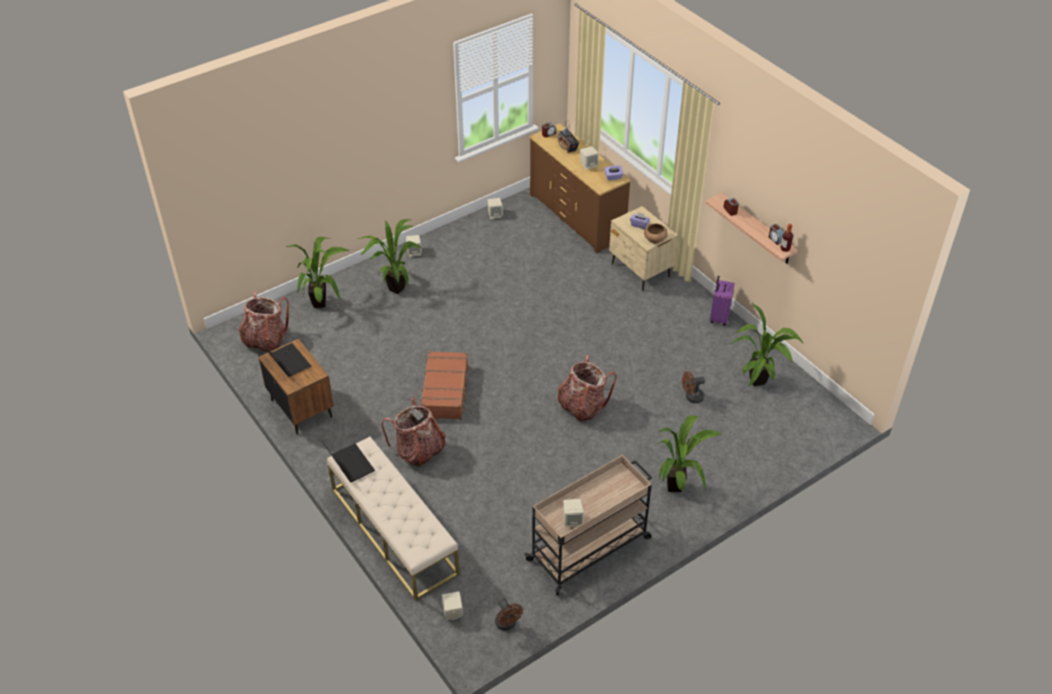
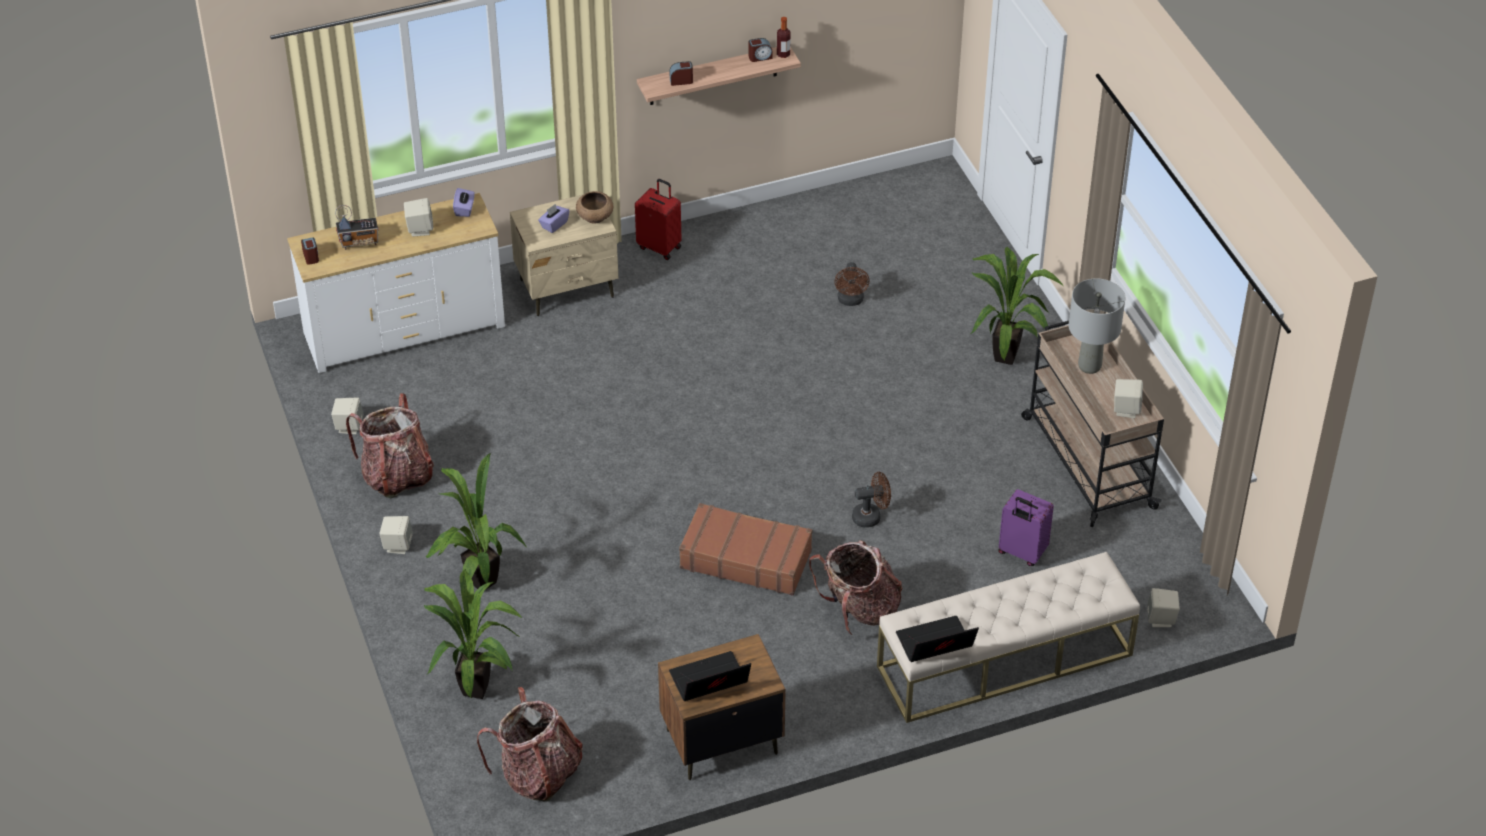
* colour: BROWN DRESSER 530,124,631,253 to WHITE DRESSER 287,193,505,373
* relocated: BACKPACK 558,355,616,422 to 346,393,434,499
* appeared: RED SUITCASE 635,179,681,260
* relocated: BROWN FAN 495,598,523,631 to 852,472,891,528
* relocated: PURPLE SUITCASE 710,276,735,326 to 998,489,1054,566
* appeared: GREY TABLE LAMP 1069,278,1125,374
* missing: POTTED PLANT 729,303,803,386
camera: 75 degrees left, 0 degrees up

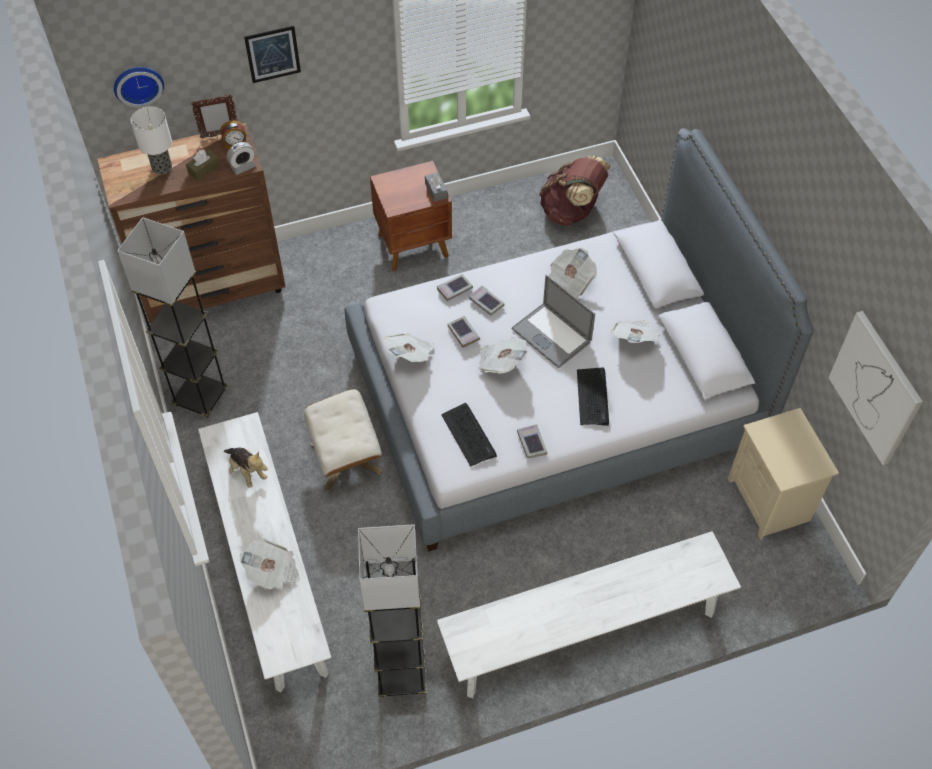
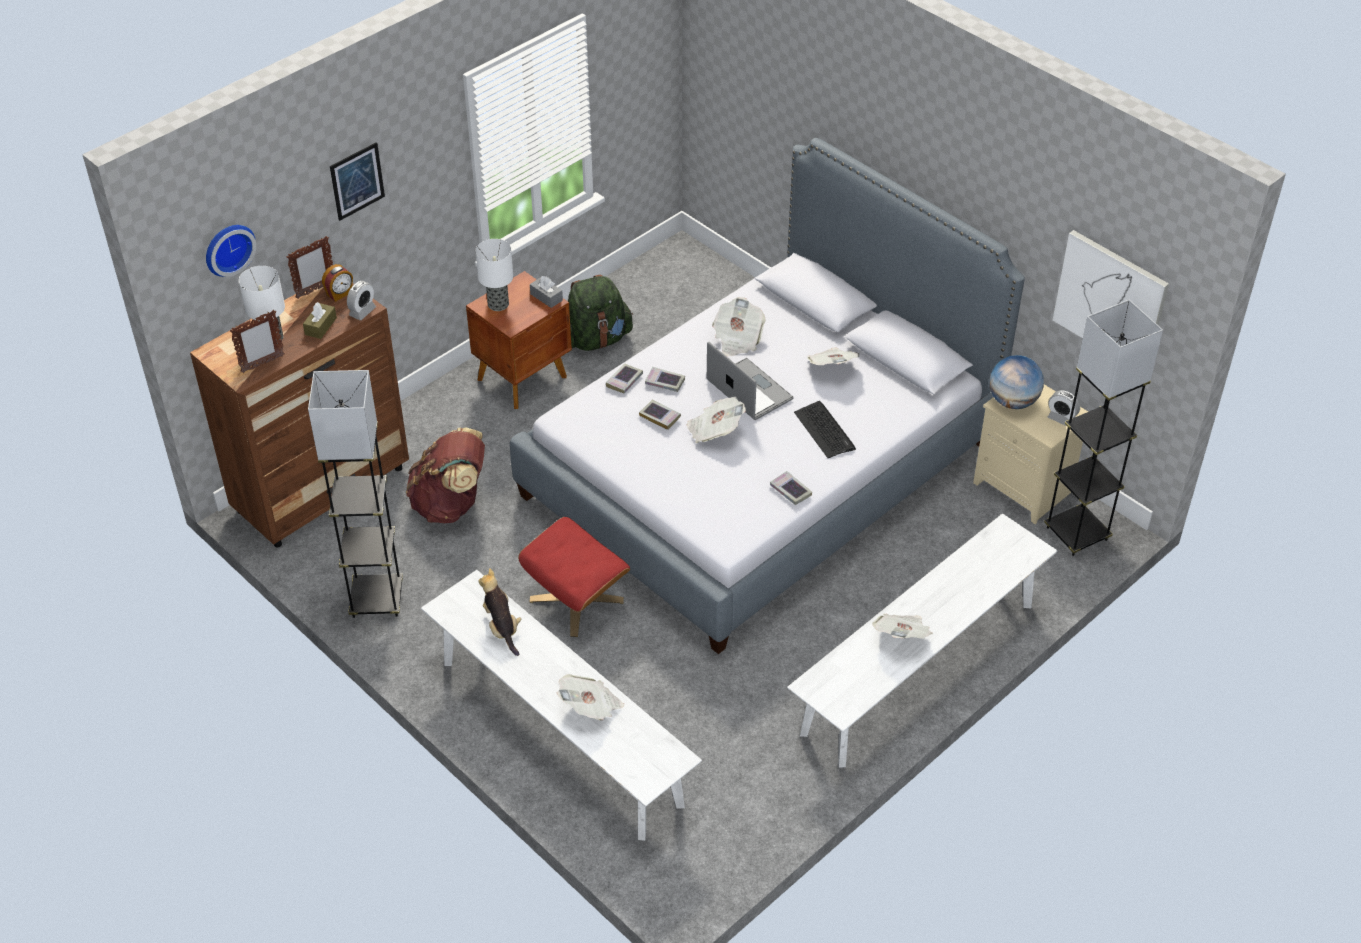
* appeared: PICTURE FRAME 230,310,285,373
* relocated: BROWN BACKPACK 539,156,610,226 to 406,427,485,523
* appeared: TABLE LAMP 475,239,513,311
* spun: PLUSH TOY 224,448,268,488 = 478,568,521,656 135 degrees counterclockwise
* colour: BEIGE OTTOMAN 304,389,383,491 to RED OTTOMAN 518,517,630,637
* appeared: GREEN BACKPACK 568,275,633,351
* spun: LAPTOP 512,275,595,368 = 707,341,794,420 150 degrees counterclockwise
* relocated: NEWSPAPER 383,333,435,362 to 872,614,933,639
* appeared: GLOBE 990,355,1044,409
* relocated: GREY FLOOR LAMP 358,524,427,697 to 1044,299,1163,556
* appeared: ALARM CLOCK 1048,390,1080,426
* missing: KEYBOARD 441,403,497,466
camera: 25 degrees left, 10 degrees down

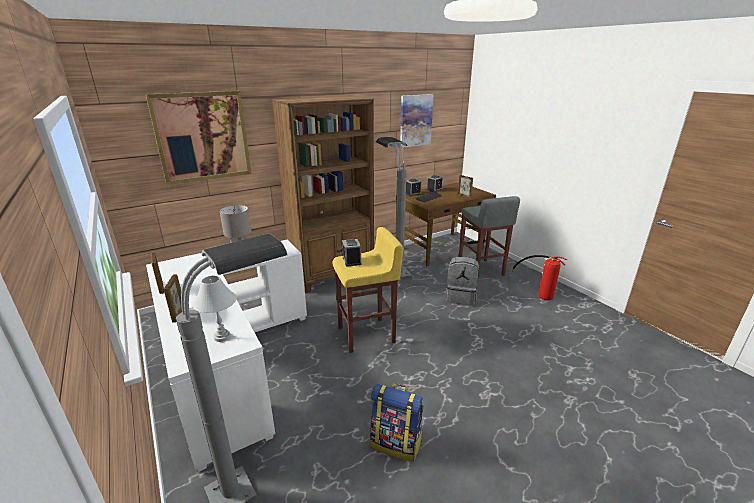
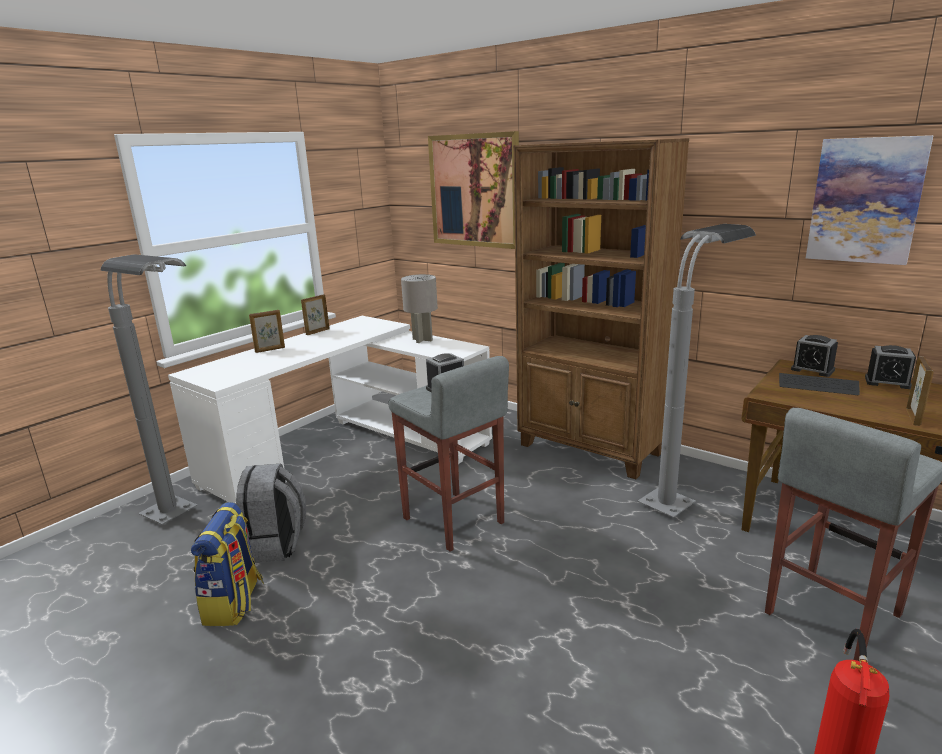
* relocated: GREY BACKPACK 446,257,479,306 to 236,464,306,563
* colour: YELLOW STOOL 333,227,404,353 to GREY STOOL 388,356,509,552
* missing: WHITE TABLE LAMP 193,276,237,342
camera: 70 degrees right, 5 degrees down

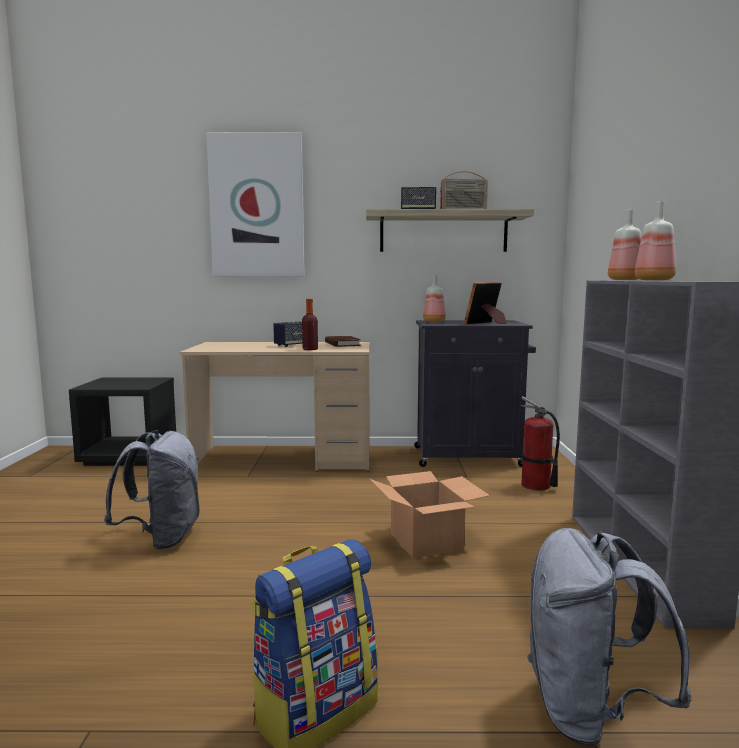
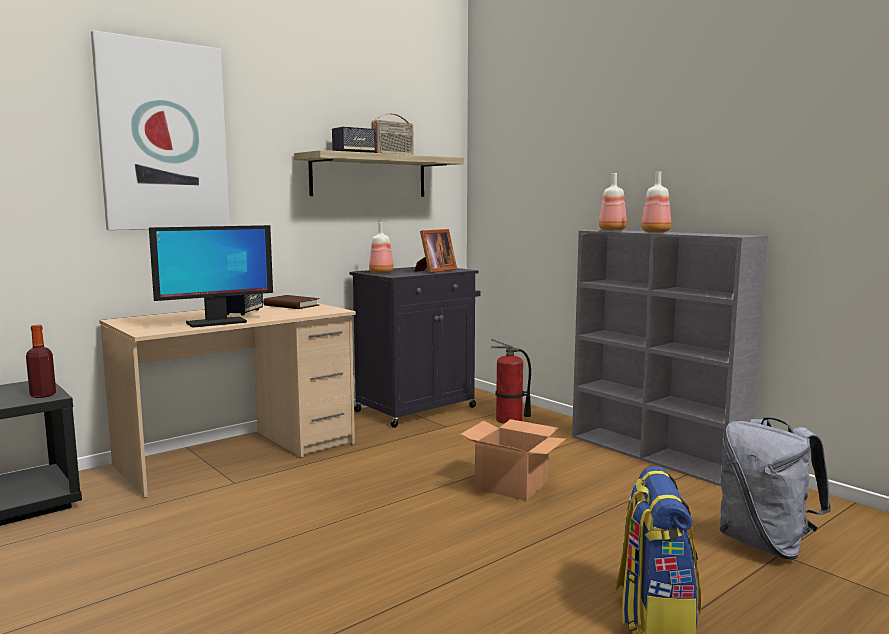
* relocated: BOTTLE 302,299,318,350 to 26,325,56,398
* appeared: MONITOR 149,225,273,328
* spun: PICTURE FRAME 464,282,507,324 = 415,229,457,273 150 degrees counterclockwise
* missing: GREY BACKPACK 104,430,200,550
camera: 40 degrees left, 0 degrees up

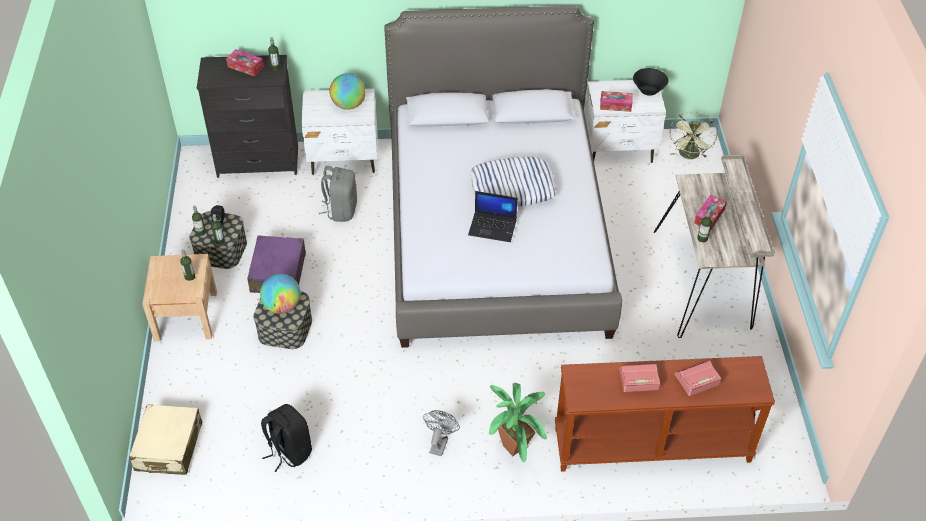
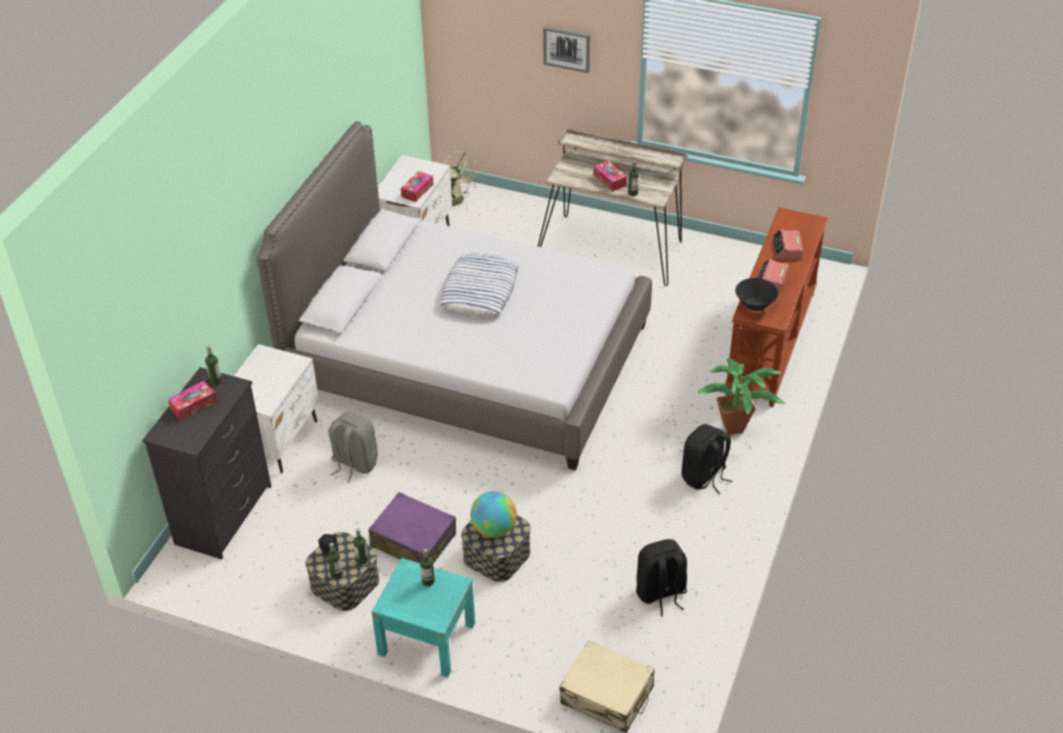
* colour: BEIGE NIGHTSTAND 142,254,217,341 to TURQUOISE NIGHTSTAND 371,558,475,677
* appeared: PICTURE 543,26,590,73
* exchanged: GREY FAN 423,410,460,456 to BLACK BACKPACK 682,424,732,494
* relocated: BLACK BOWL 633,68,668,96 to 735,278,778,311
* missing: GLOBE 330,73,366,110
* missing: LAPTOP 468,191,518,242
camera: 65 degrees left, 5 degrees down

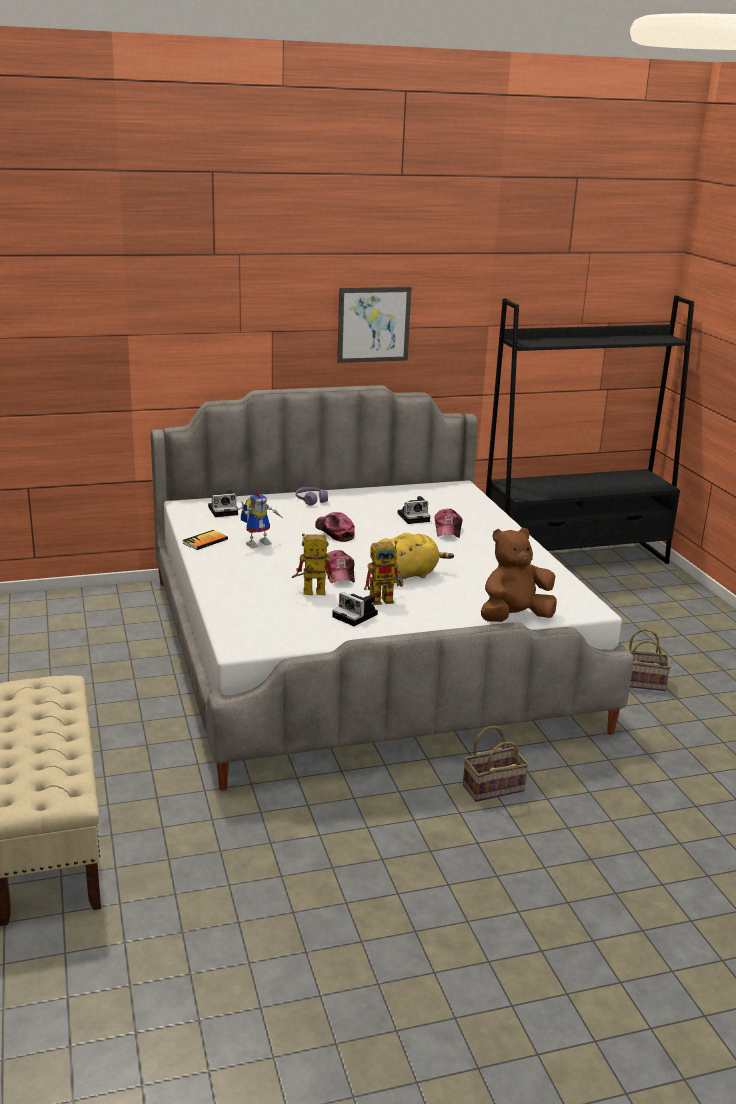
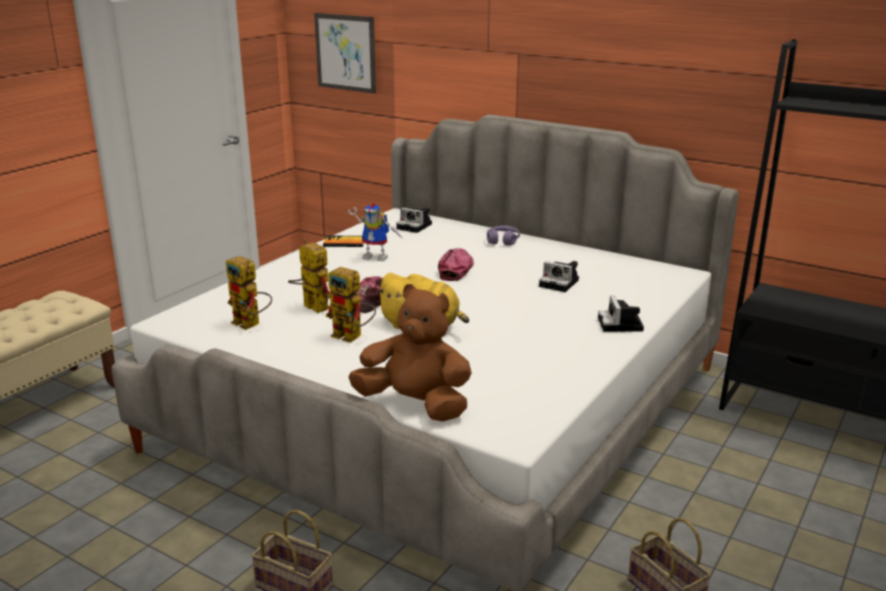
* appeared: TOY ROBOT 226,256,272,330
* relocated: PICTURE 337,287,412,363 to 314,13,376,94
* relocated: PHOTO CAMERA 332,592,378,626 to 598,296,644,332
* missing: CAP 435,509,463,538
camera: 50 degrees right, 0 degrees up

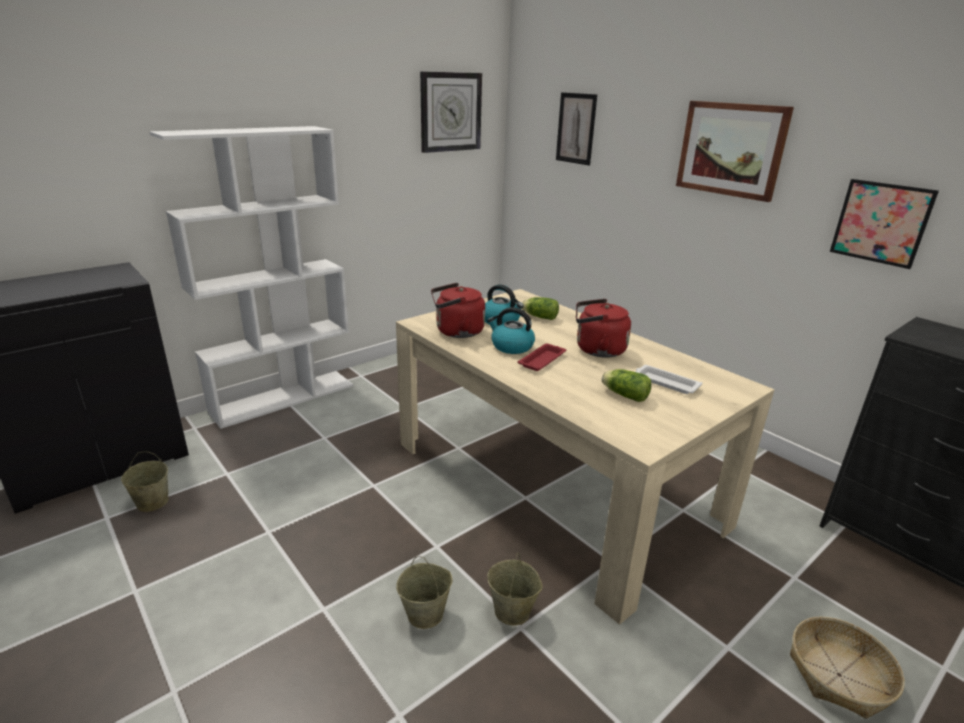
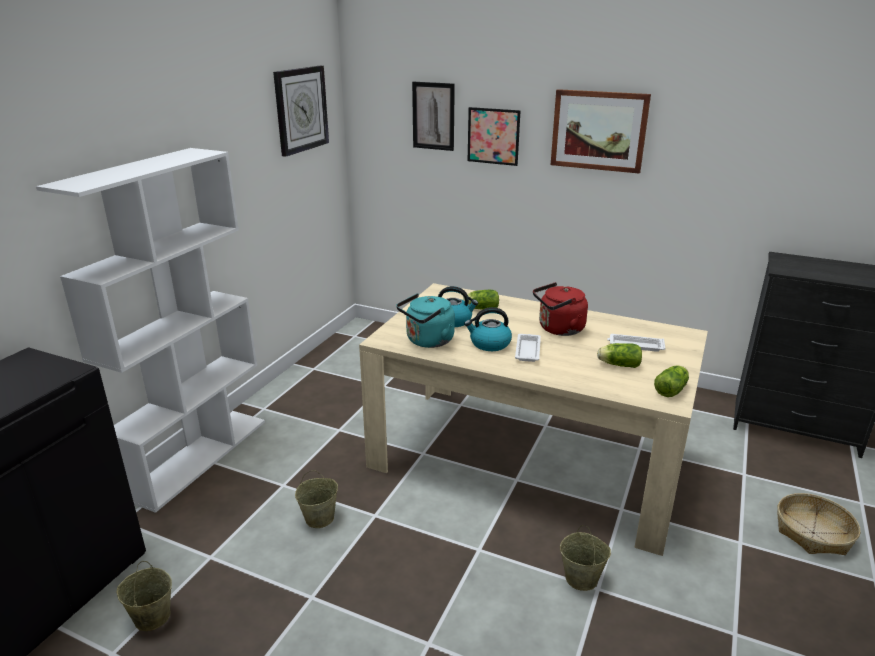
* relocated: BEIGE BUCKET 396,556,453,629 to 295,470,338,528
* colour: RED KETTLE 431,283,485,338 to TURQUOISE KETTLE 396,293,455,348
* relocated: PICTURE 830,179,939,269 to 468,107,521,166
* colour: RED TRAY 517,343,566,371 to WHITE TRAY 515,334,541,362
* appeared: LETTUCE 654,365,689,397
camera: 25 degrees left, 0 degrees up

